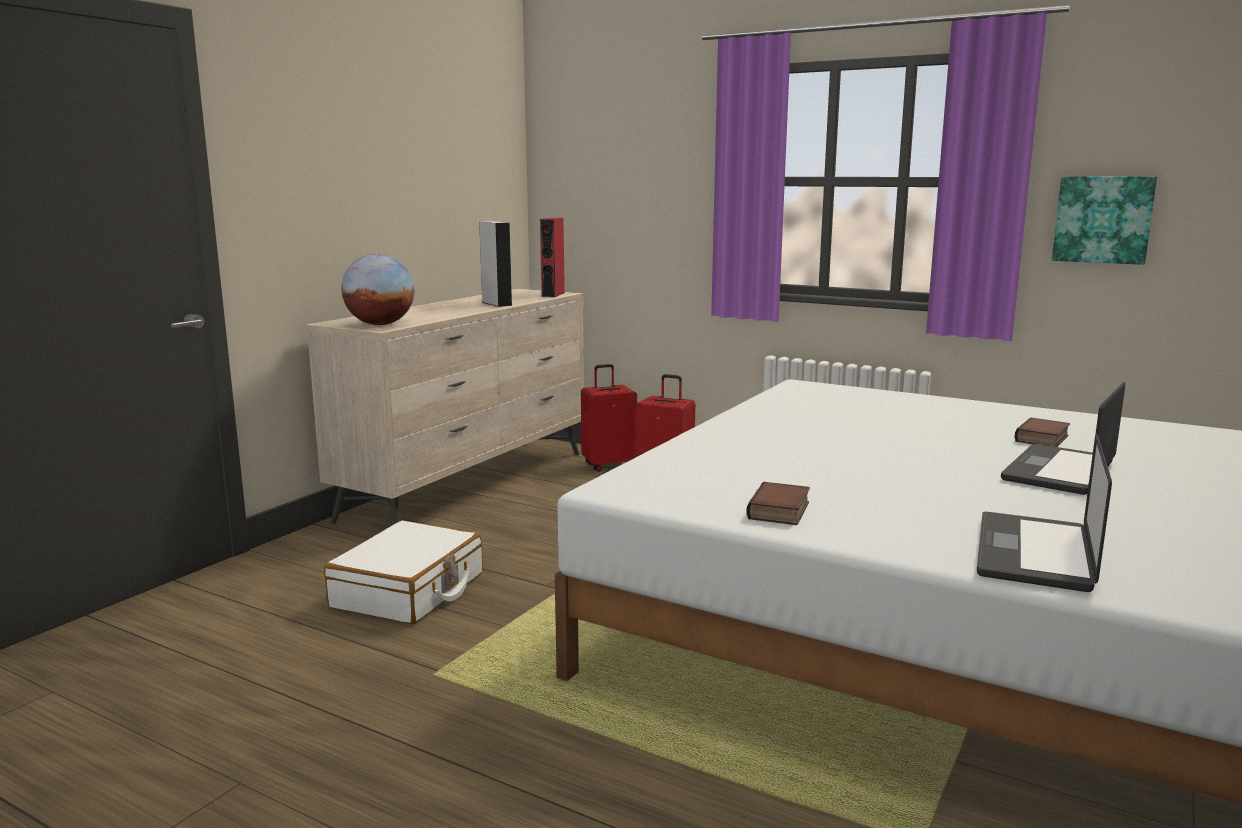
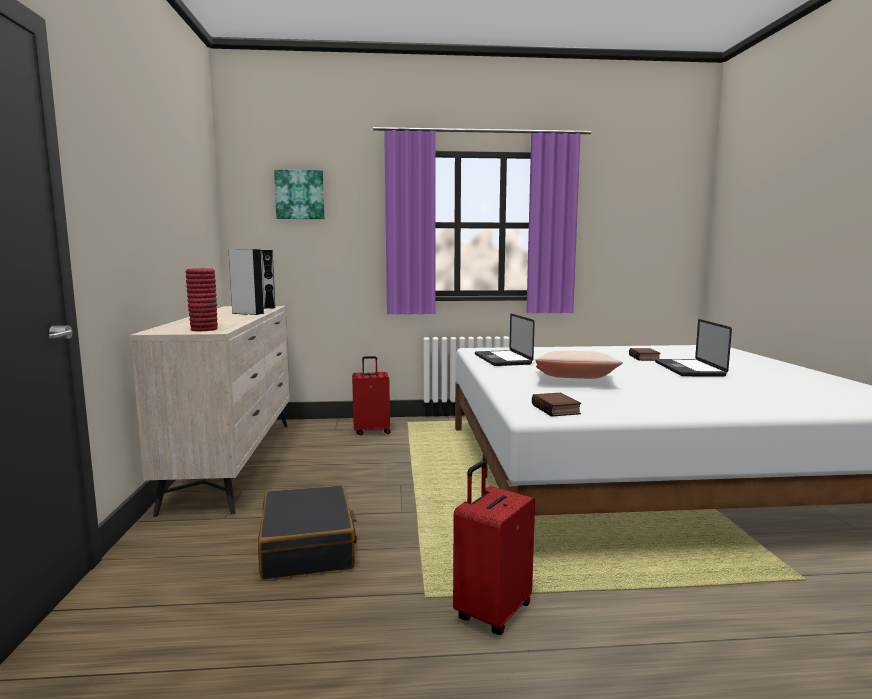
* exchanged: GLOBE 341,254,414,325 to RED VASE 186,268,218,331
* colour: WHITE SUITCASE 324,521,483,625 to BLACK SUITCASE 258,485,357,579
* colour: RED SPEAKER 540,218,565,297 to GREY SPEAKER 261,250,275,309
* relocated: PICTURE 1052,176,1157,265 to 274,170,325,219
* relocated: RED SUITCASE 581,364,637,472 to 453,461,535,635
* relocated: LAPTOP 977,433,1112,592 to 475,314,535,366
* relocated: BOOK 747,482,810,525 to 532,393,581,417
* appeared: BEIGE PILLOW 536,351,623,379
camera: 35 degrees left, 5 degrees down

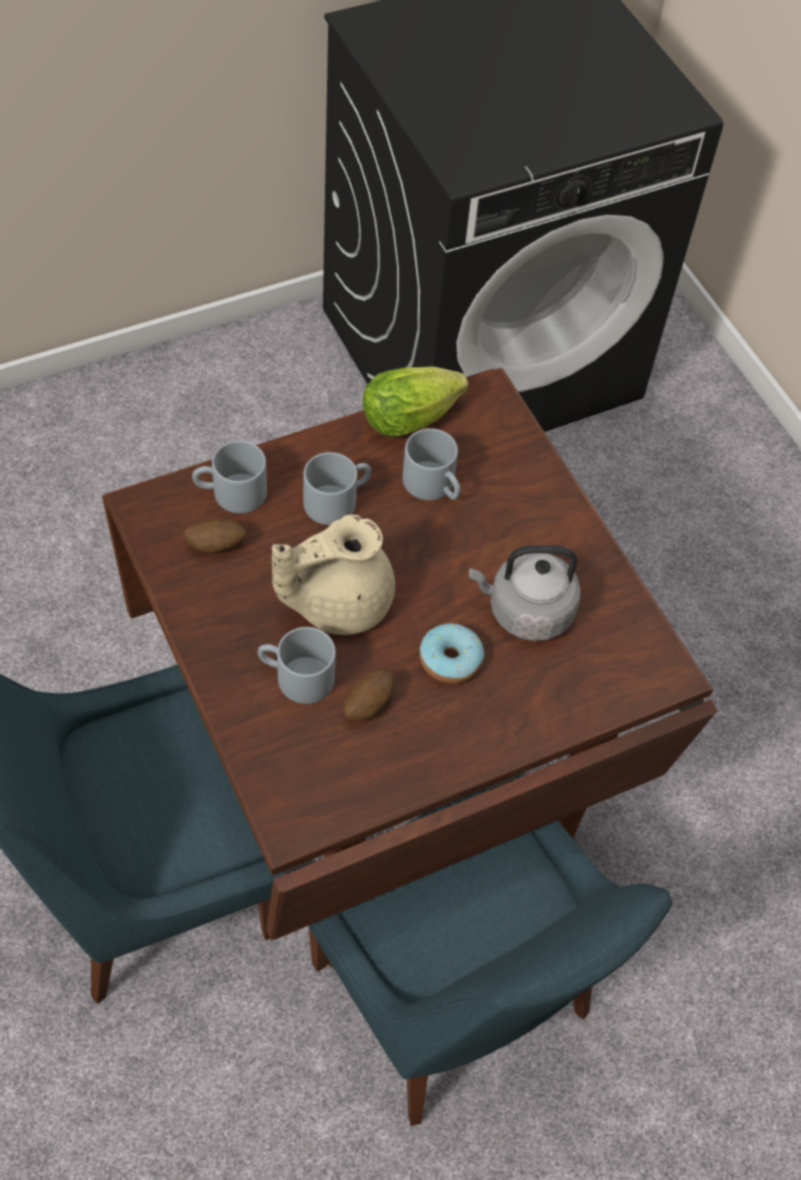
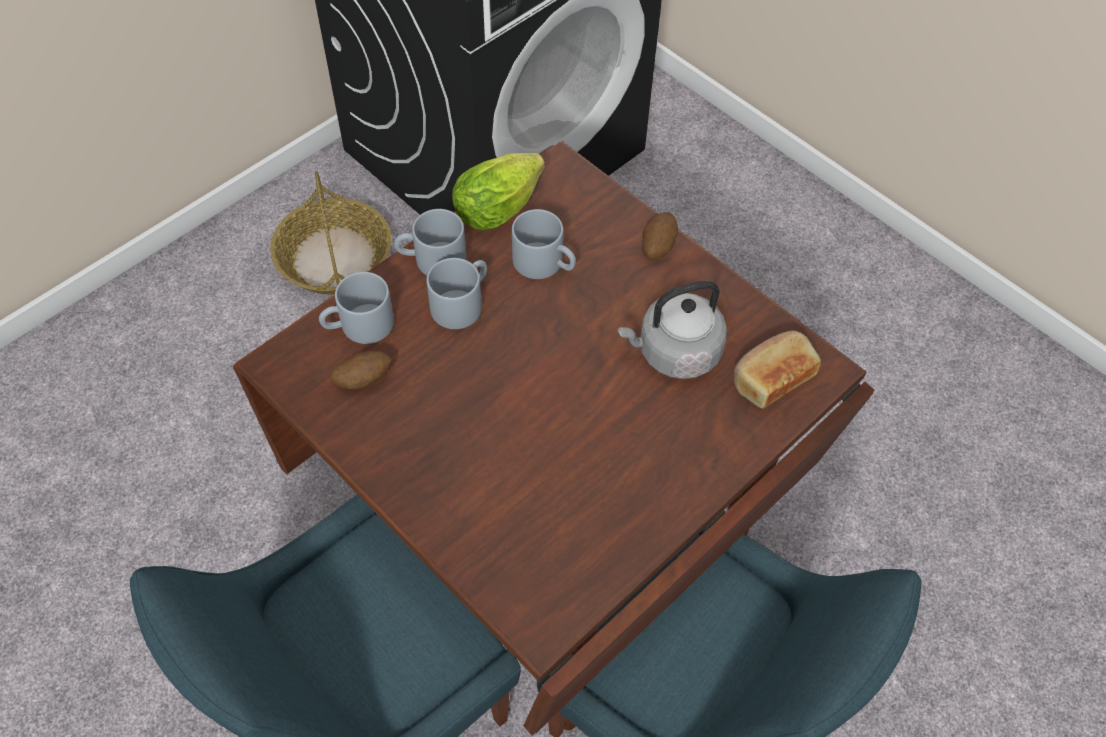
* appeared: BASKET 270,171,392,294
* relocated: GREY MUG 258,627,336,704 to 394,209,466,275
* relocated: POTATO 343,669,394,721 to 642,212,678,260
* appeared: BREAD 734,331,821,409
* missing: BEIGE TEAPOT 272,515,395,635
* missing: DONUT 419,623,484,684
camera: 15 degrees left, 0 degrees up

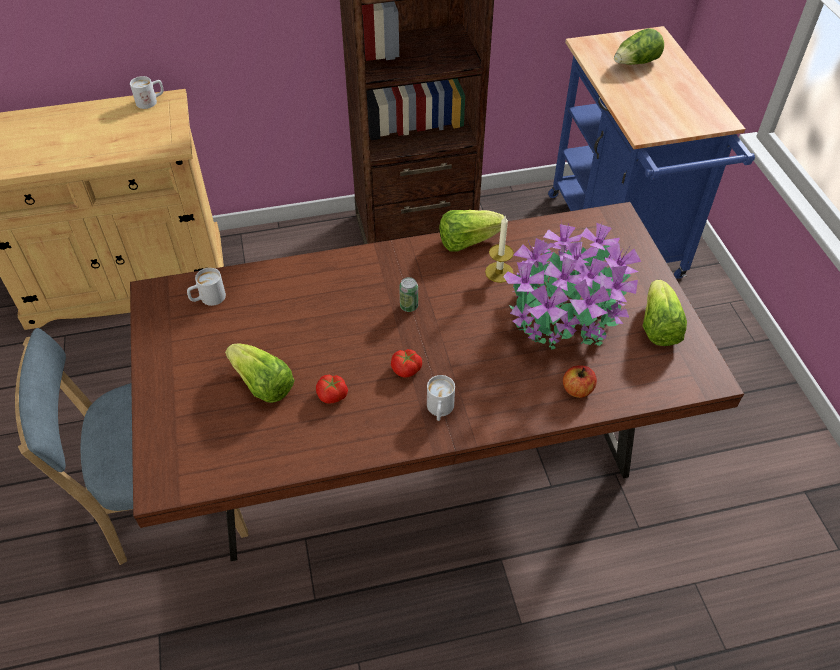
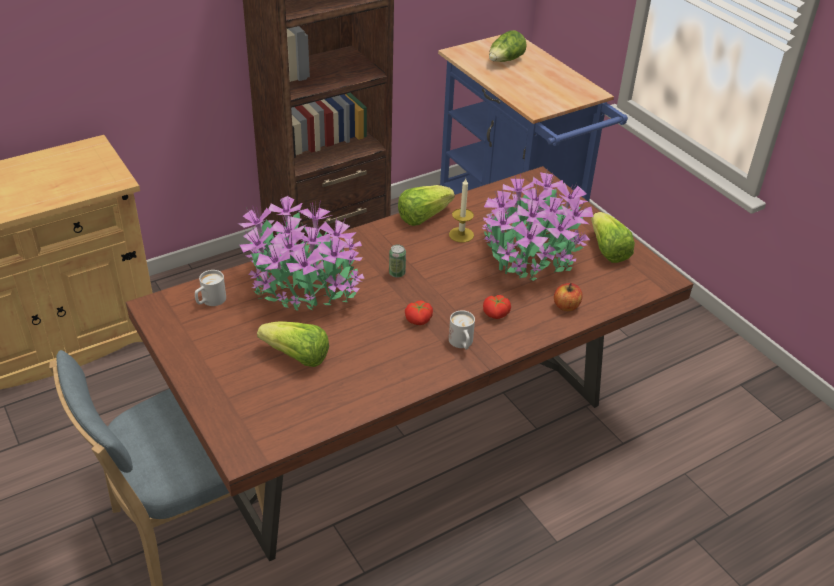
* appeared: POTTED PLANT 237,196,364,311
* relocated: TOMATO 316,375,348,404 to 483,295,511,319
* missing: WHITE MUG 130,76,164,109
camera: 20 degrees left, 10 degrees down

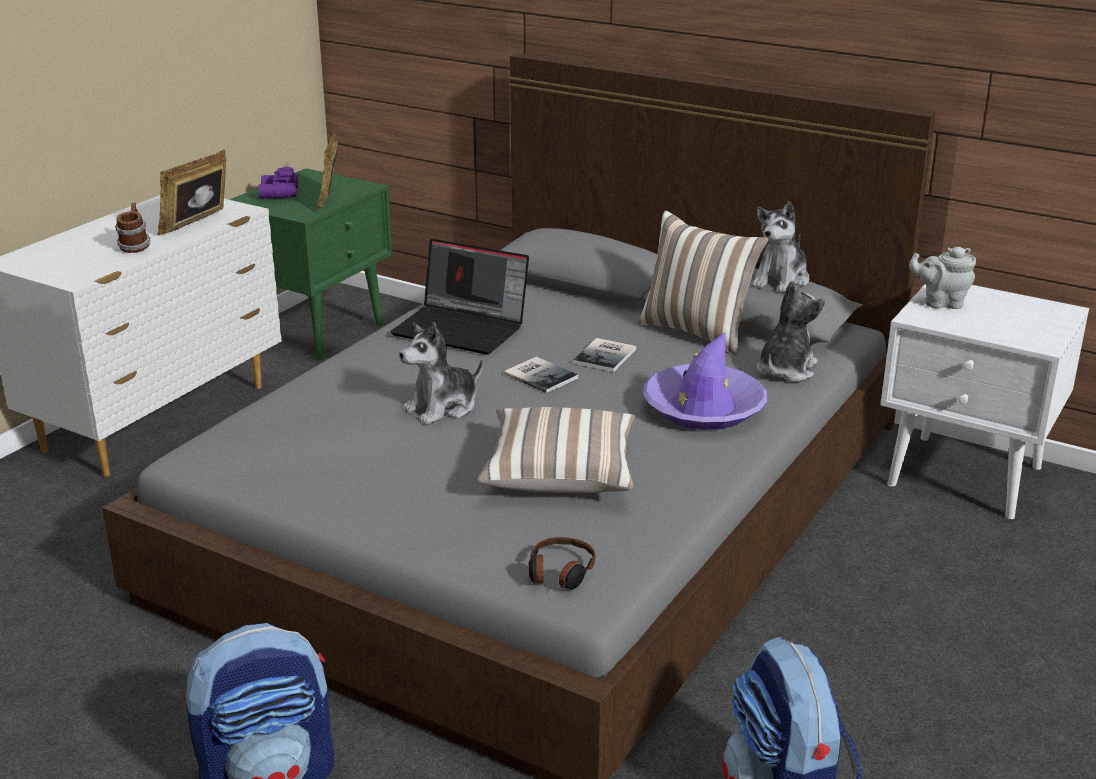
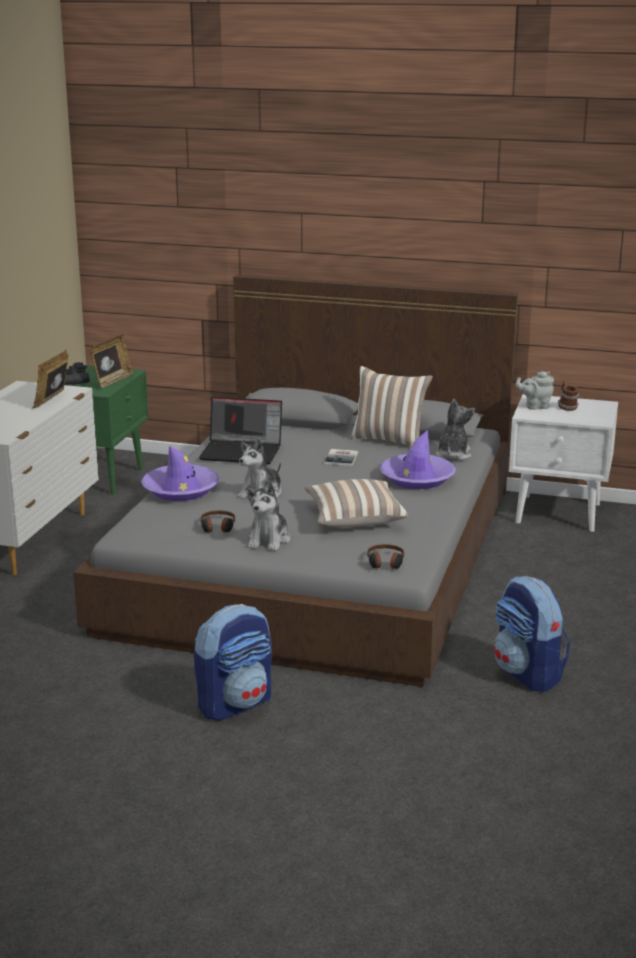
* colour: PURPLE BINOCULARS 259,167,298,199 to BLACK BINOCULARS 64,362,90,385
* spun: PICTURE FRAME 315,130,338,210 = 90,334,133,388 135 degrees counterclockwise
* appeared: PURPLE HAT 141,446,220,501
* appeared: HEADPHONES 200,511,235,533
* relocated: PLUSH TOY 752,201,809,293 to 245,481,290,551
* relocated: MUG 115,203,151,253 to 558,380,579,411
* missing: BOOK 504,357,578,393
camera: 15 degrees left, 5 degrees down

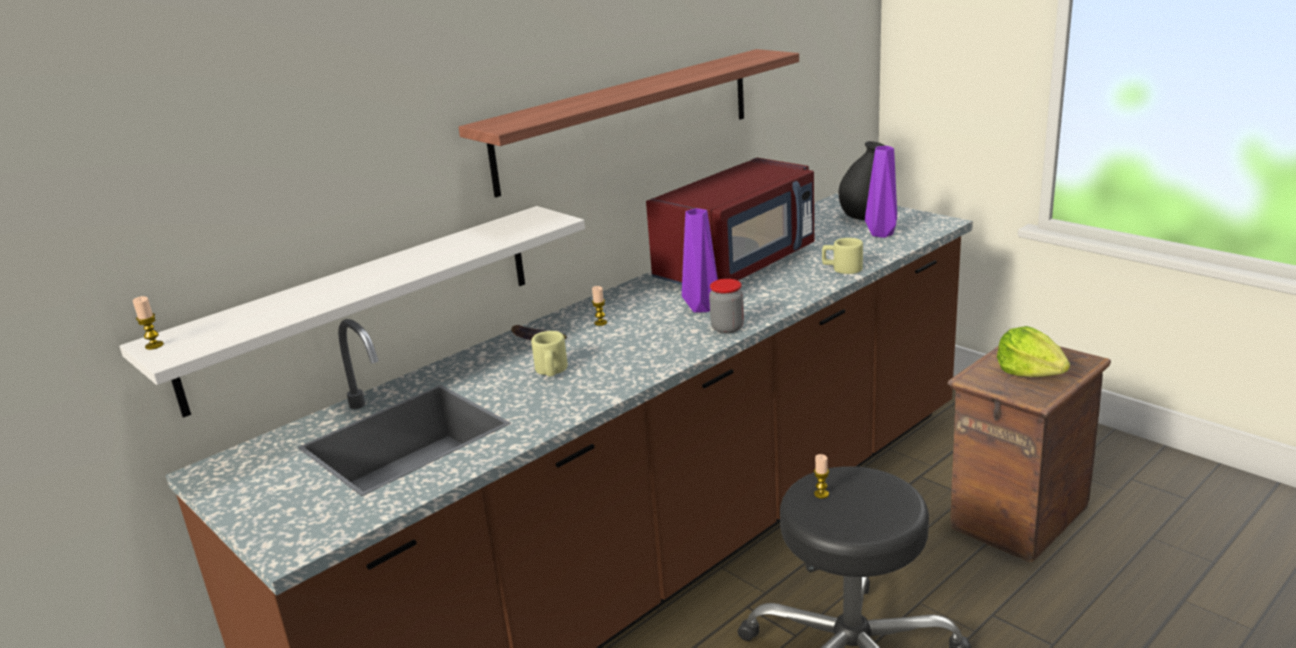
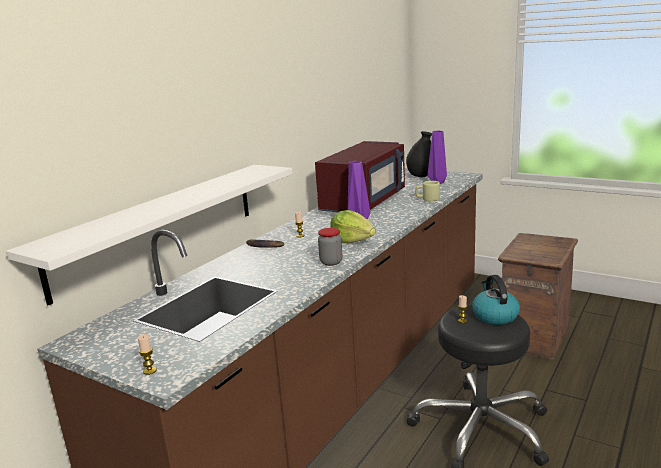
* relocated: CANDLE 133,296,164,350 to 138,334,157,375
* relocated: JAR 709,279,744,334 to 318,228,342,266
* relocated: LETTUCE 997,326,1070,377 to 330,210,375,243
* appeared: KETTLE 472,275,520,325
* missing: SHELF 458,49,799,197
* missing: BEIGE MUG 531,331,568,376
camera: 15 degrees left, 5 degrees down

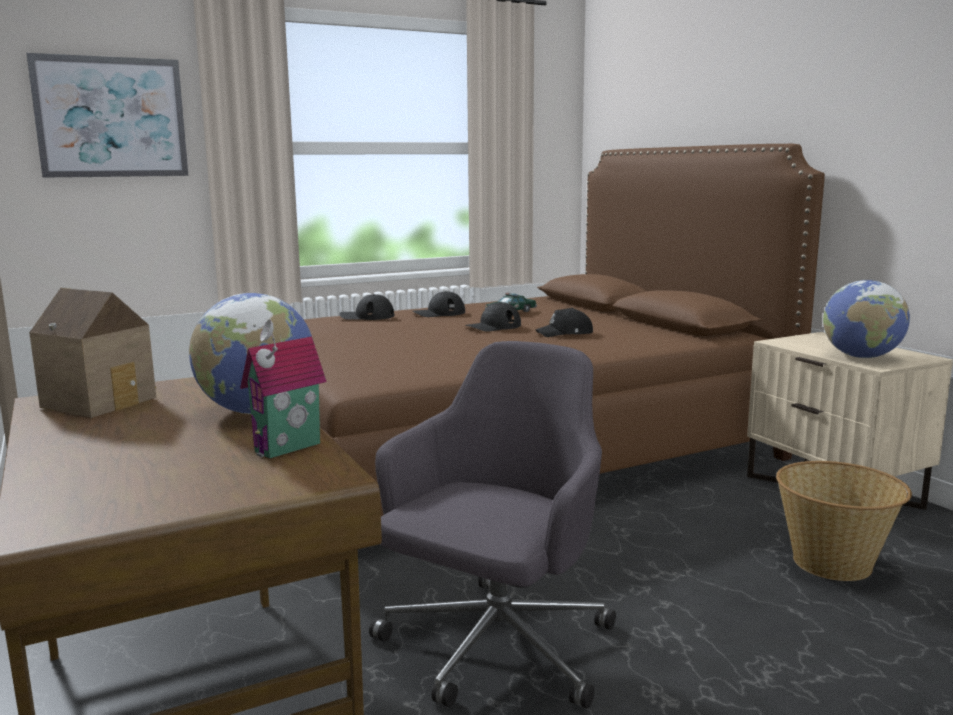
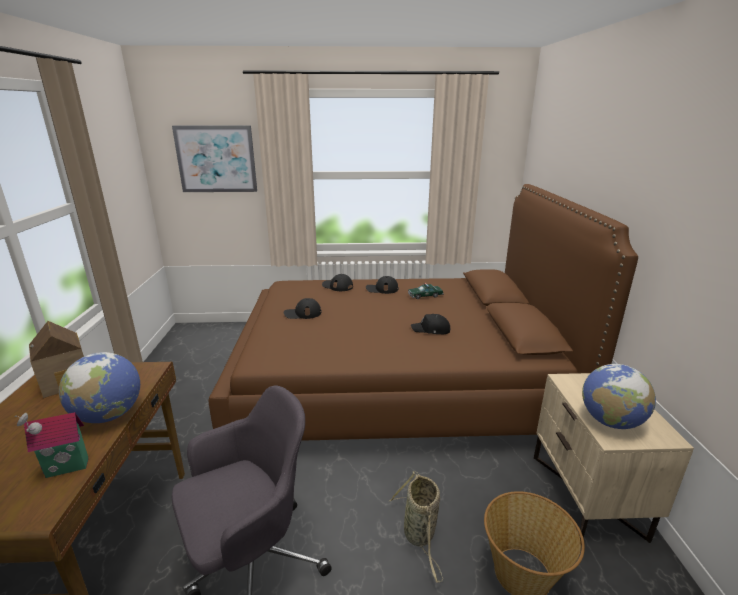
* relocated: BLACK CAP 465,302,521,332 to 284,298,322,319
* appeared: BASKET 389,471,443,583
camera: 25 degrees right, 10 degrees up

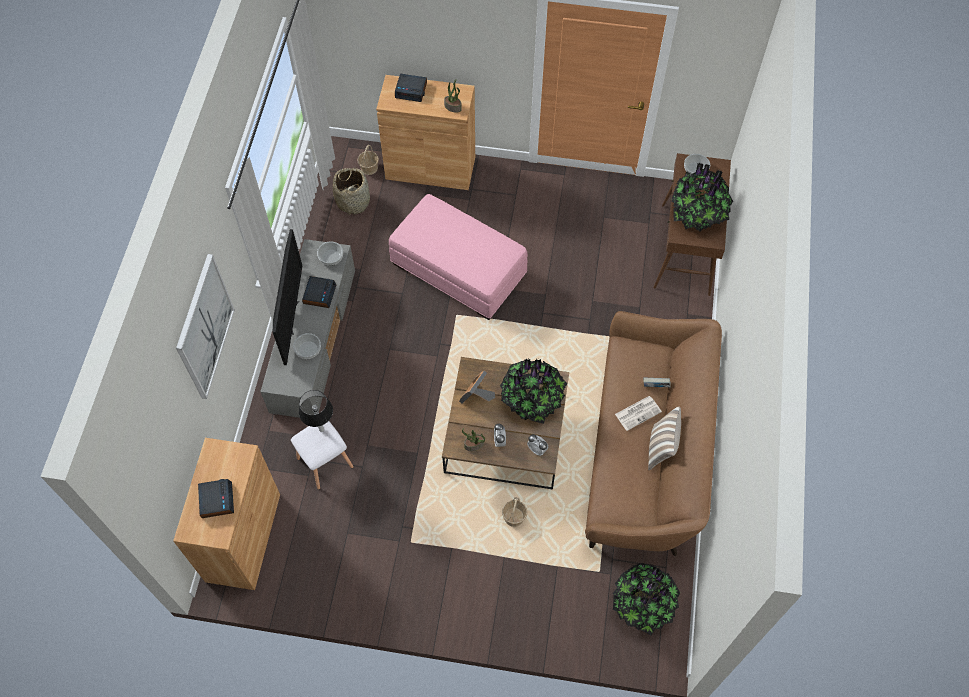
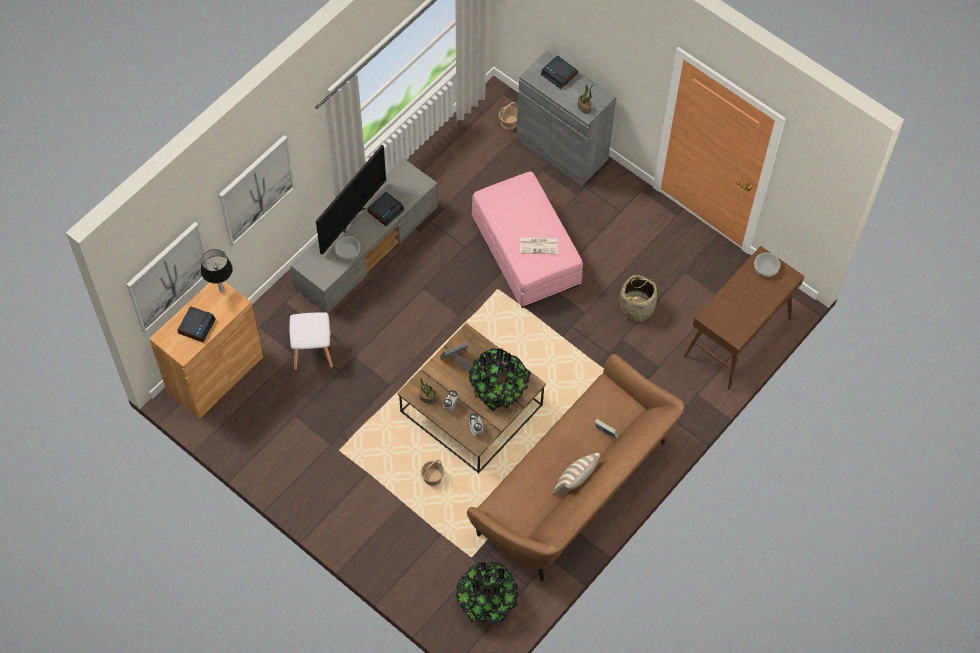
* appeared: PICTURE 126,222,210,333
* relocated: TABLE LAMP 299,390,333,432 to 201,249,233,292
* colour: BROWN CABINET 376,75,475,190 to GREY CABINET 516,50,616,186
* relocated: NEWSPAPER 615,396,662,431 to 520,237,557,254
* relocated: BASKET 333,168,370,215 to 619,275,657,323
* missing: BOWL 317,242,343,266
* missing: POTTED PLANT 671,162,733,232
camera: 30 degrees right, 0 degrees up

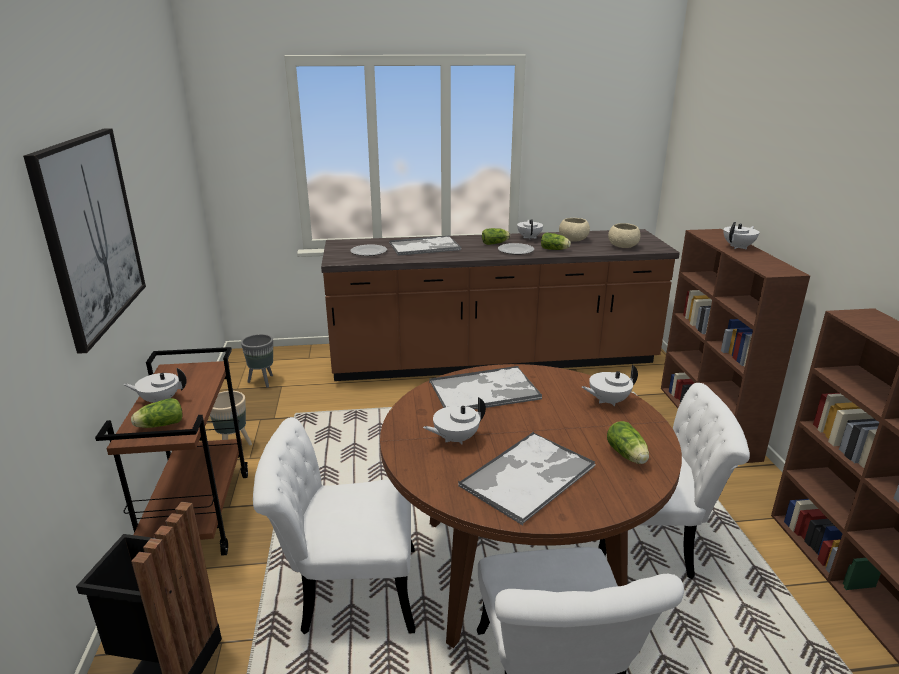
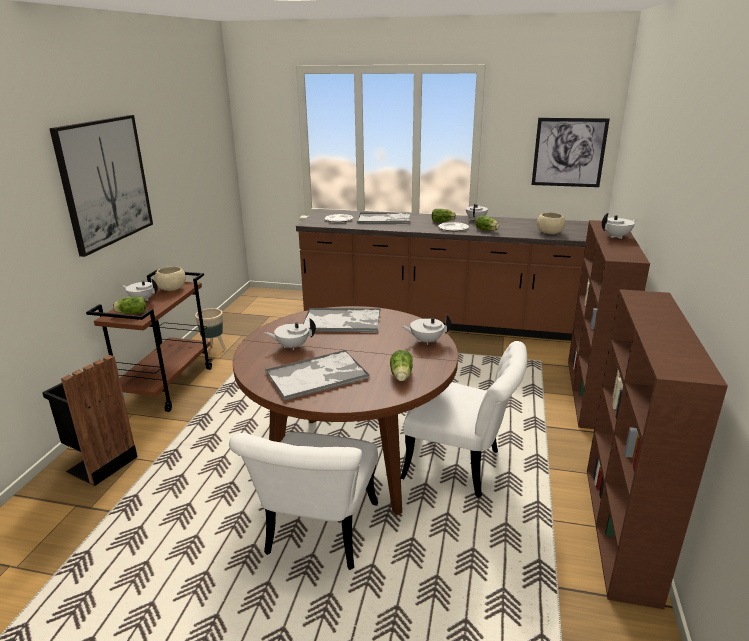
* relocated: BEIGE BOWL 559,218,590,242 to 154,266,186,291
* appeared: PICTURE 532,118,610,187
* missing: GREY PLANTER 241,334,273,388
* missing: WHITE CHAIR 253,417,415,634
camera: 20 degrees right, 0 degrees up

